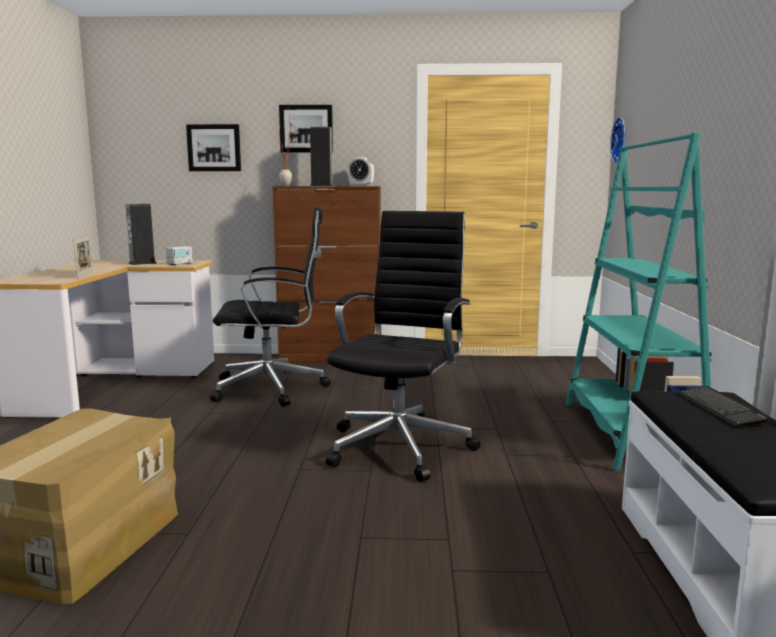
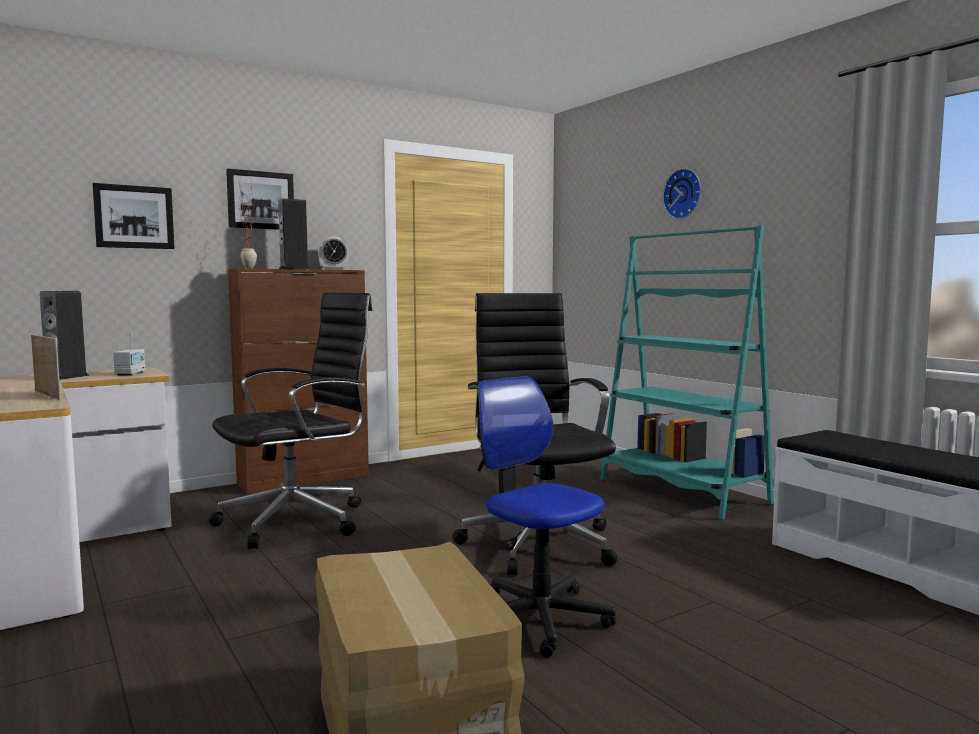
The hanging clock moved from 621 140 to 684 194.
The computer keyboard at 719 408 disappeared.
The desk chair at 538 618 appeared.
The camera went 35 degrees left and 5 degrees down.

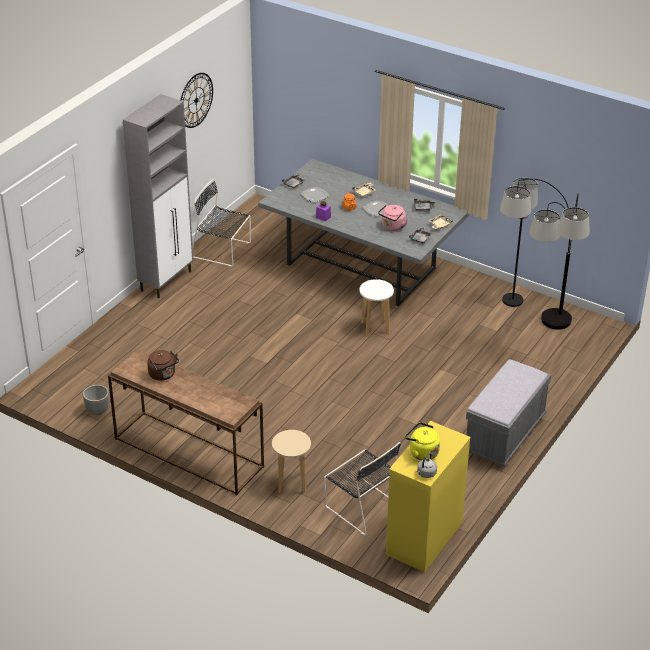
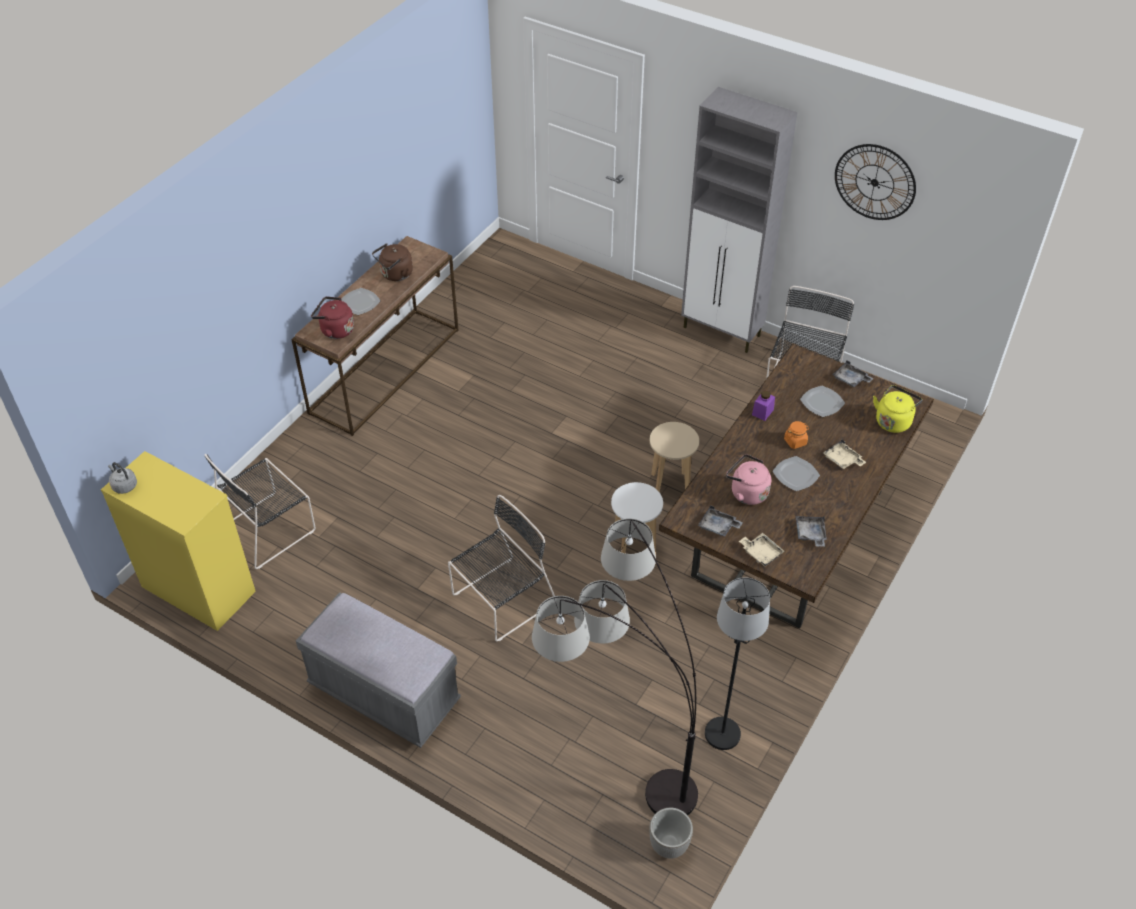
The gray dining table at 362 267 became the brown dining table at 787 534.
The plant pot moved from 97 411 to 669 844.
The yellow tea kettle moved from 422 452 to 893 420.
The sand-coloured stool seat moved from 291 483 to 670 485.
The plate at 360 302 appeared.
The reddish tea kettle at 335 330 appeared.
The black-coloured chair at 501 600 appeared.
The camera went 90 degrees right and 10 degrees up.

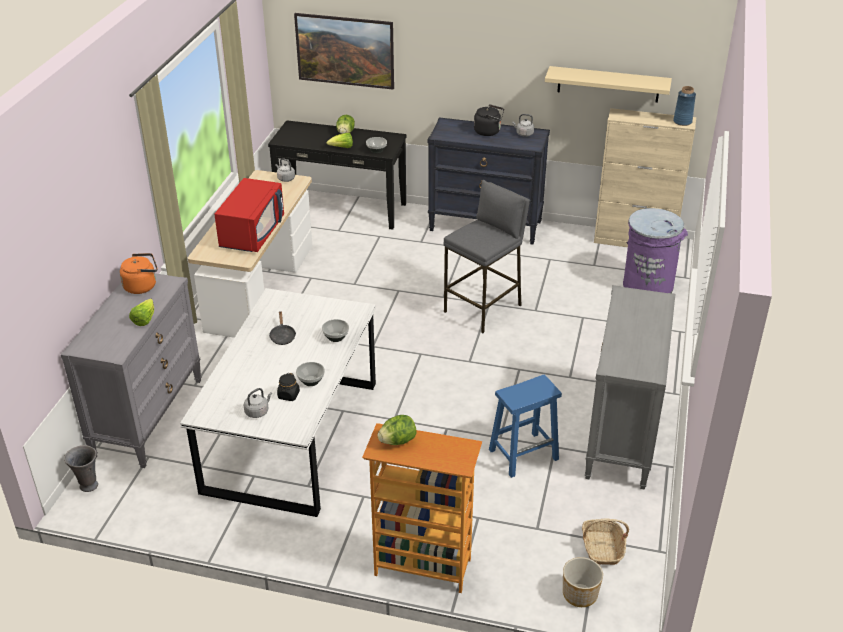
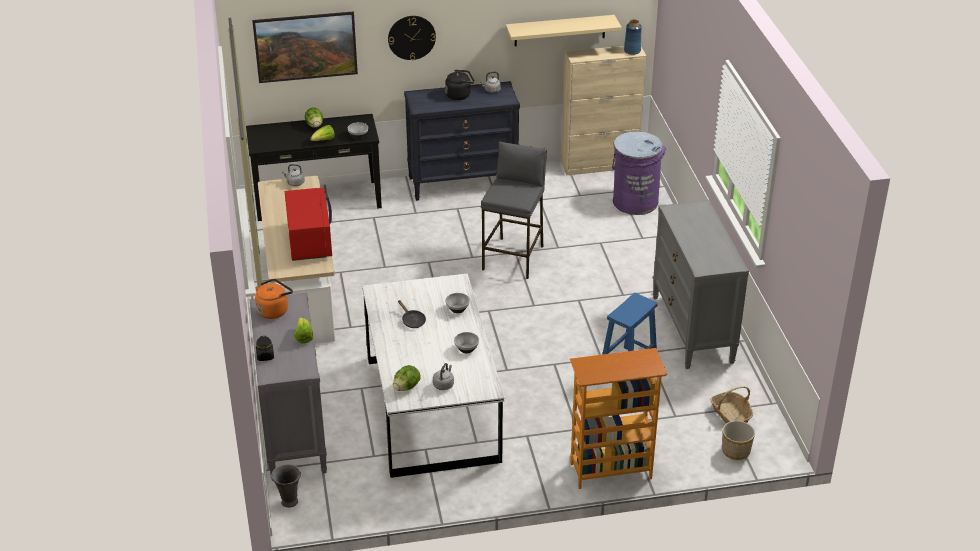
The black-coloured storage jar moved from 288 395 to 265 356.
The lettuce moved from 398 441 to 406 387.
The hanging clock at 411 37 appeared.
The camera went 25 degrees left and 0 degrees up.

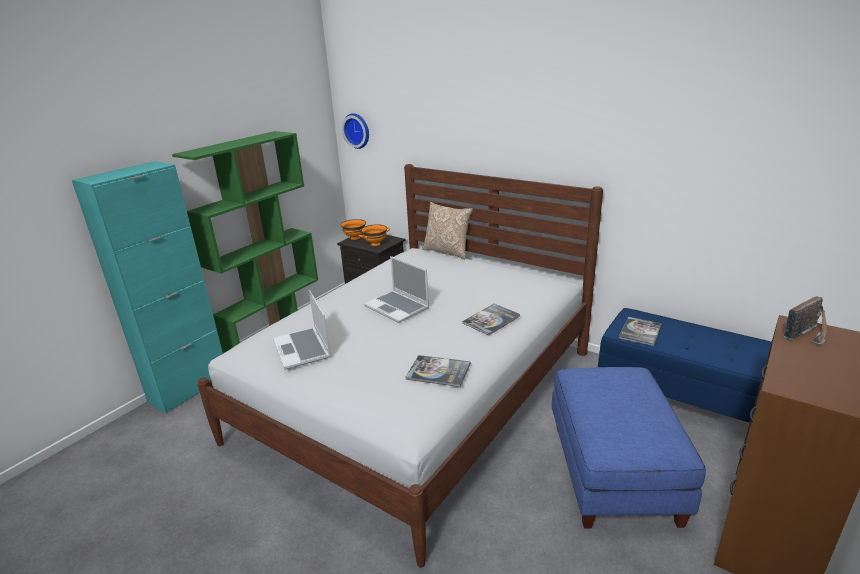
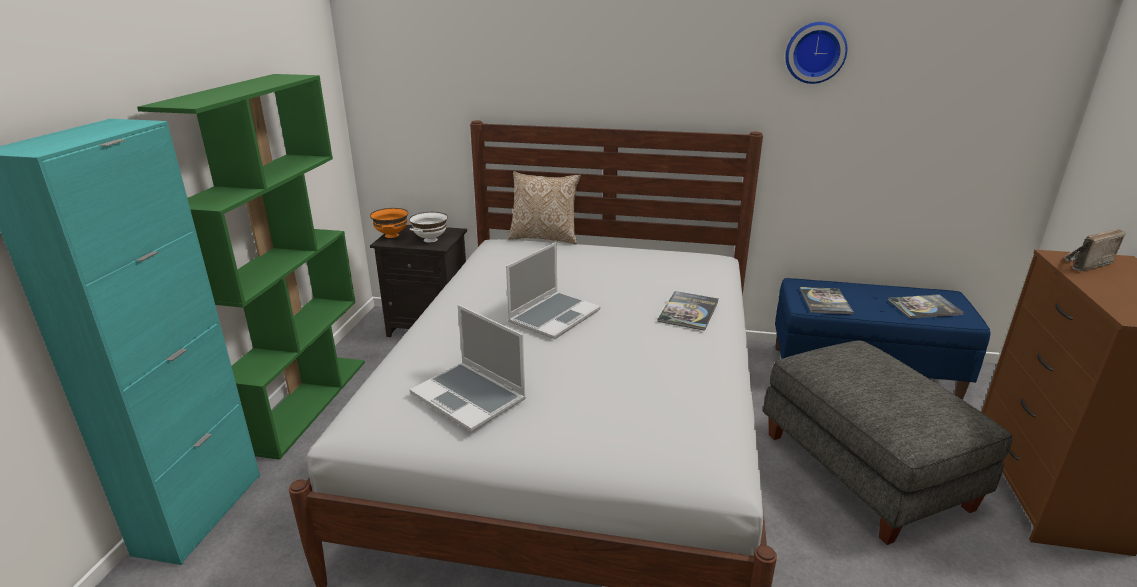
The hanging clock moved from 357 130 to 815 52.
The orangey deep dish at 375 244 became the whitish deep dish at 430 240.
The laptop at 398 307 turned 75 degrees counterclockwise.
The radio at 808 334 turned 150 degrees counterclockwise.
The book moved from 438 371 to 924 307.
The blue pouffe at 614 472 became the gray pouffe at 866 470.
The camera went 25 degrees left and 0 degrees up.

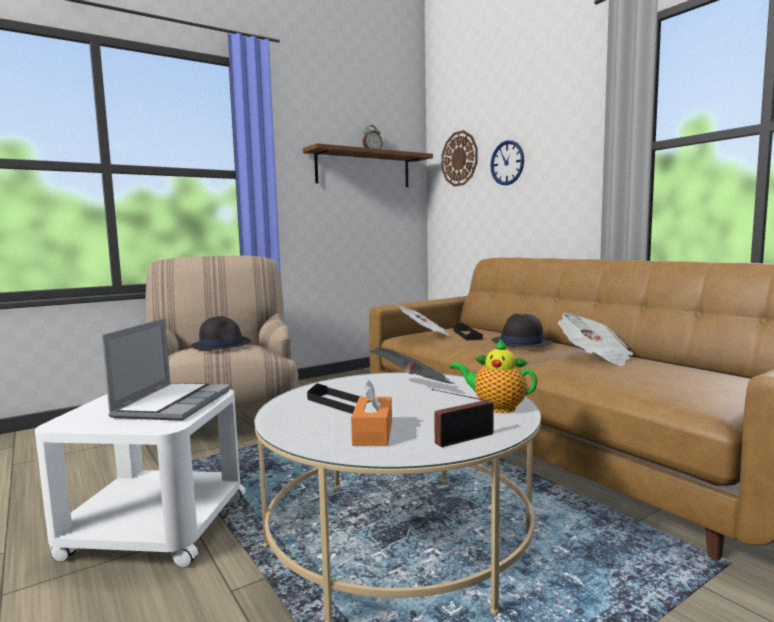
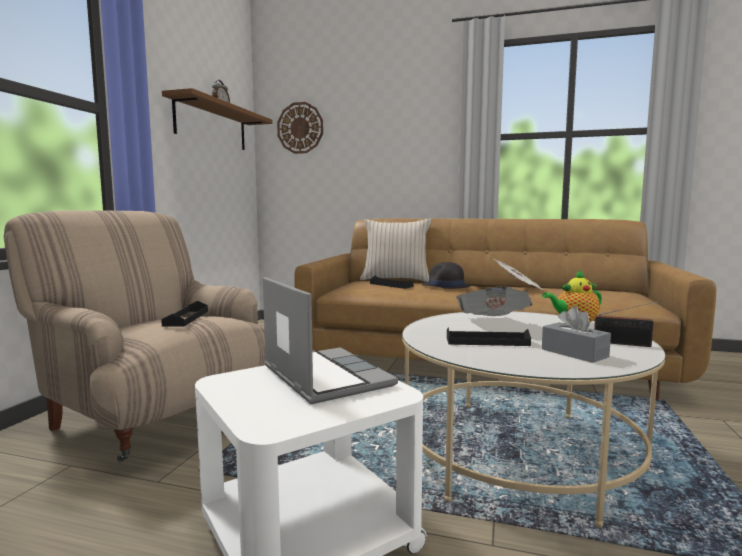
The hanging clock at 507 163 disappeared.
The printed paper at 425 336 disappeared.
The black-coloured clothing hat at 221 345 was replaced by the black-coloured tray at 186 318.
The orangey tissue holder at 373 433 became the gray tissue holder at 574 353.
The radio at 461 439 turned 90 degrees counterclockwise.
The sand-coloured throw pillow at 395 280 appeared.
The camera went 40 degrees left and 0 degrees up.

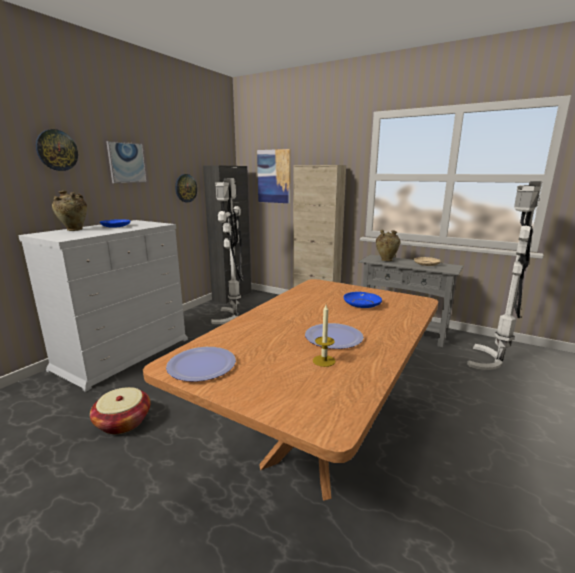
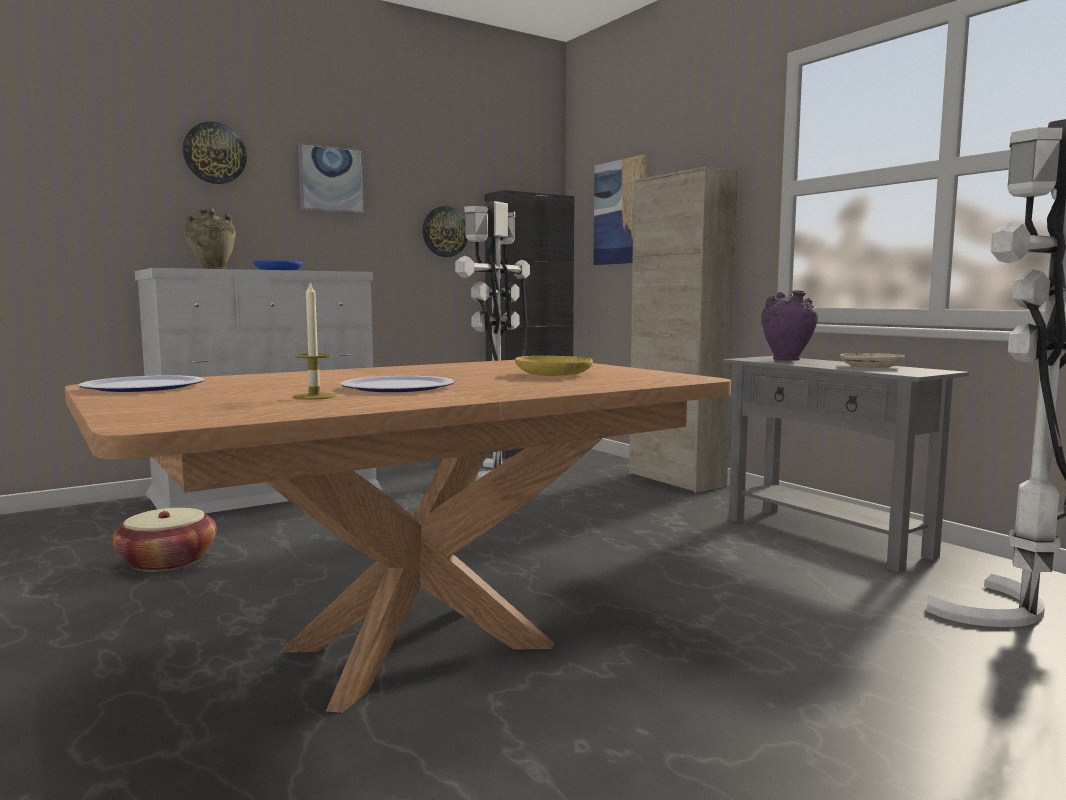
The sand-coloured flower vase at 386 260 became the purple flower vase at 787 360.
The blue plate at 362 304 became the yellow plate at 553 374.
The camera went 25 degrees right and 10 degrees down.

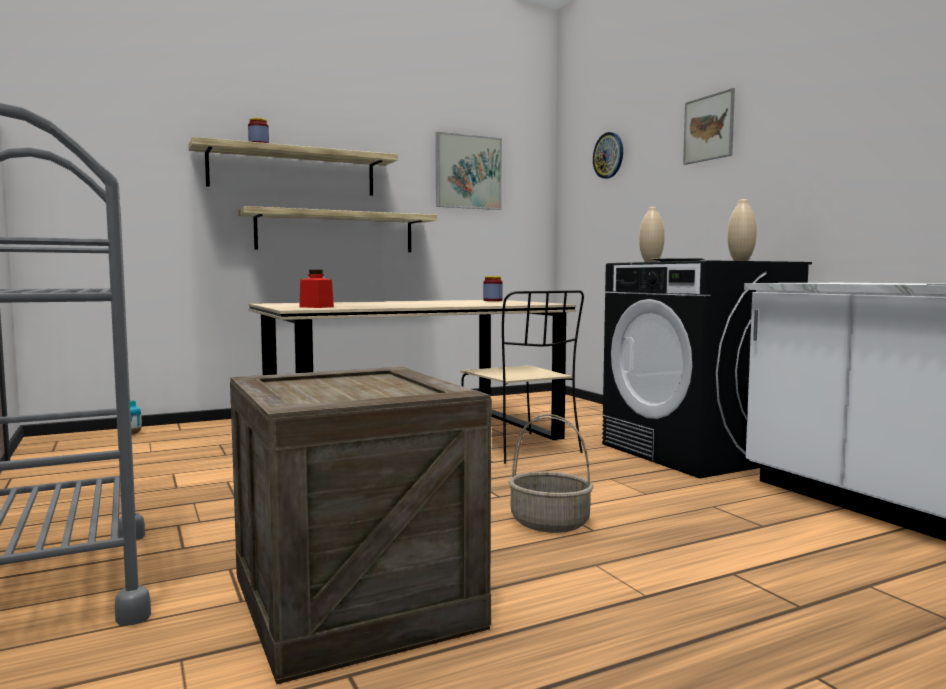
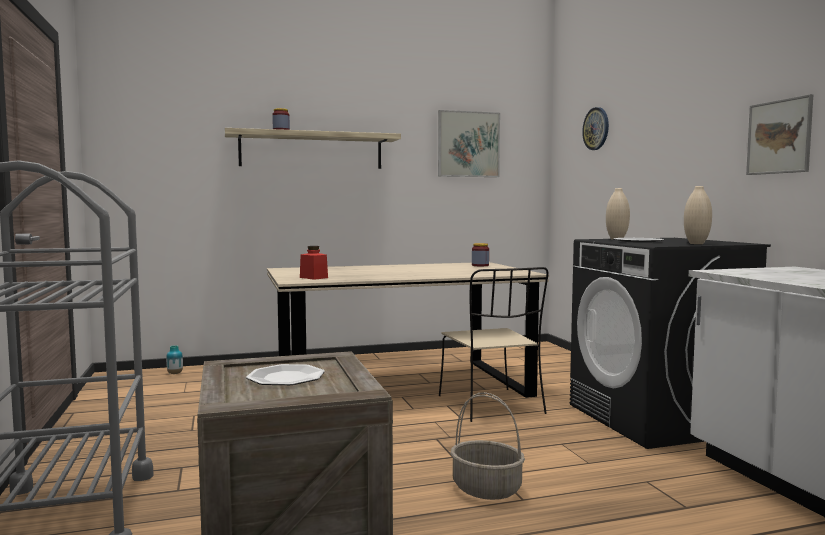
The wall art moved from 708 128 to 779 137.
The shelf at 336 232 disappeared.
The plate at 285 378 appeared.
The camera went 10 degrees right and 0 degrees up.

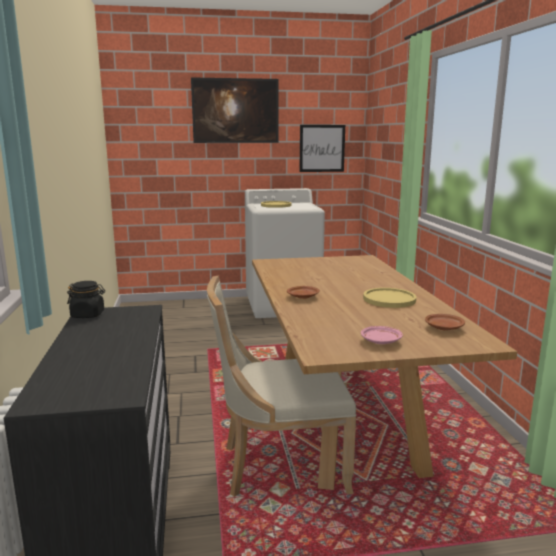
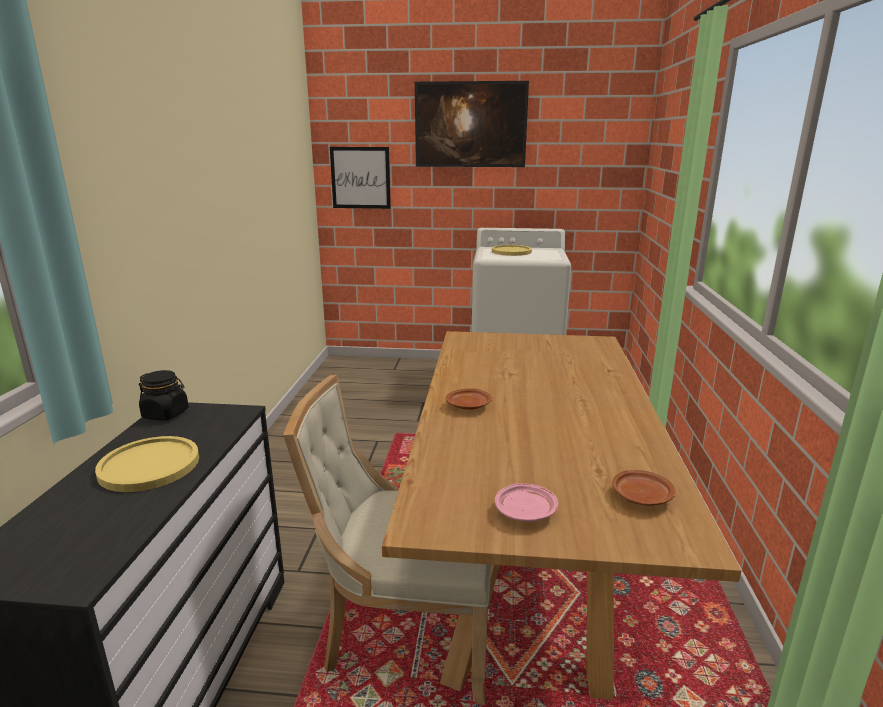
The wall art moved from 322 148 to 360 178.
The yellow plate moved from 389 299 to 149 465.
The camera went 15 degrees right and 5 degrees up.

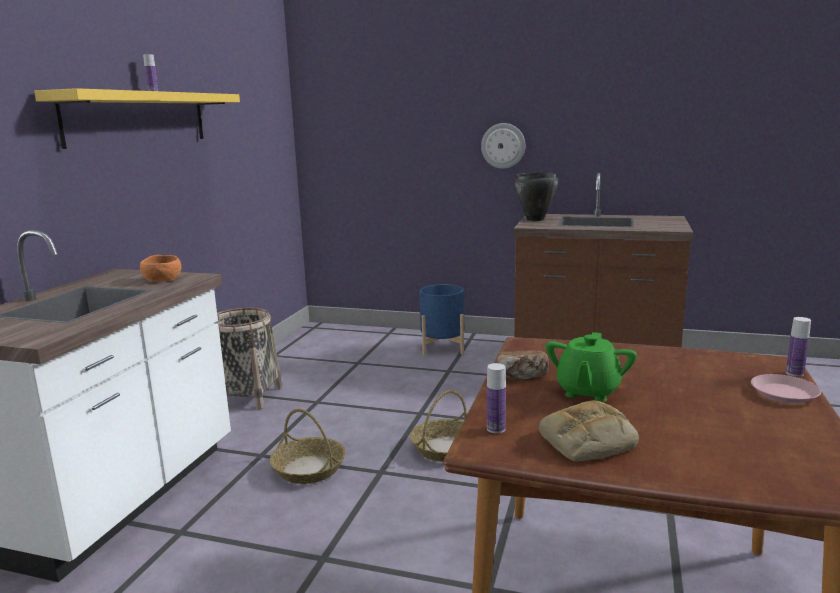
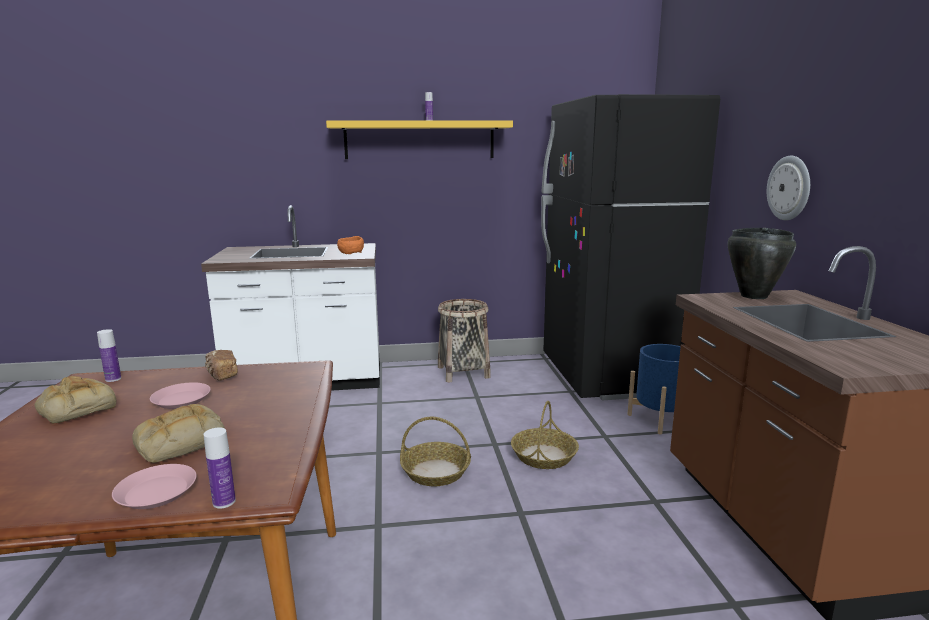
The green teapot at 587 391 was replaced by the pink plate at 181 400.
The storage basket moved from 309 469 to 544 456.
The black-coloured refrigerator at 609 376 appeared.
The baked bread at 179 442 appeared.
The camera went 65 degrees right and 0 degrees up.

